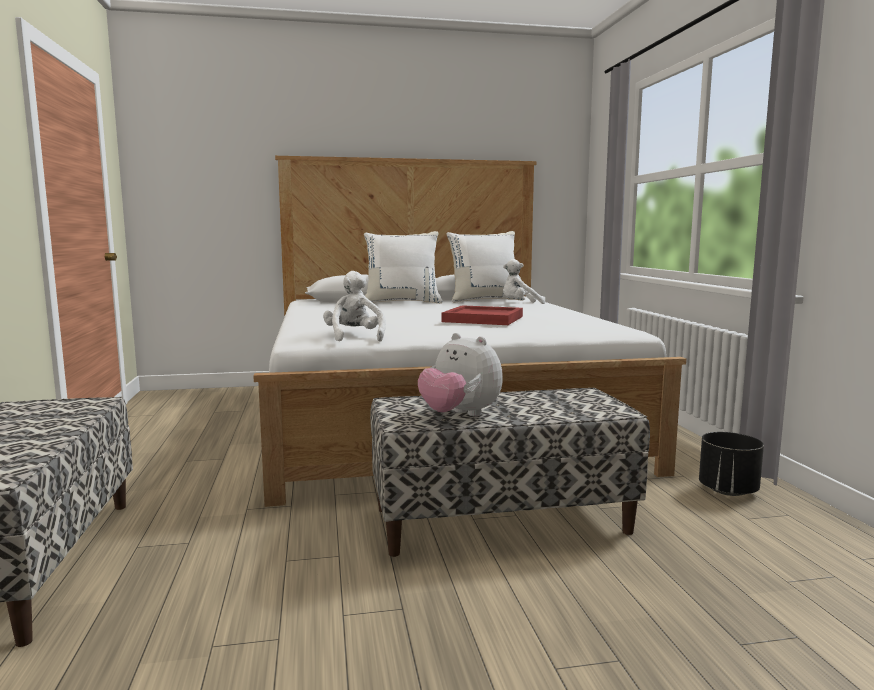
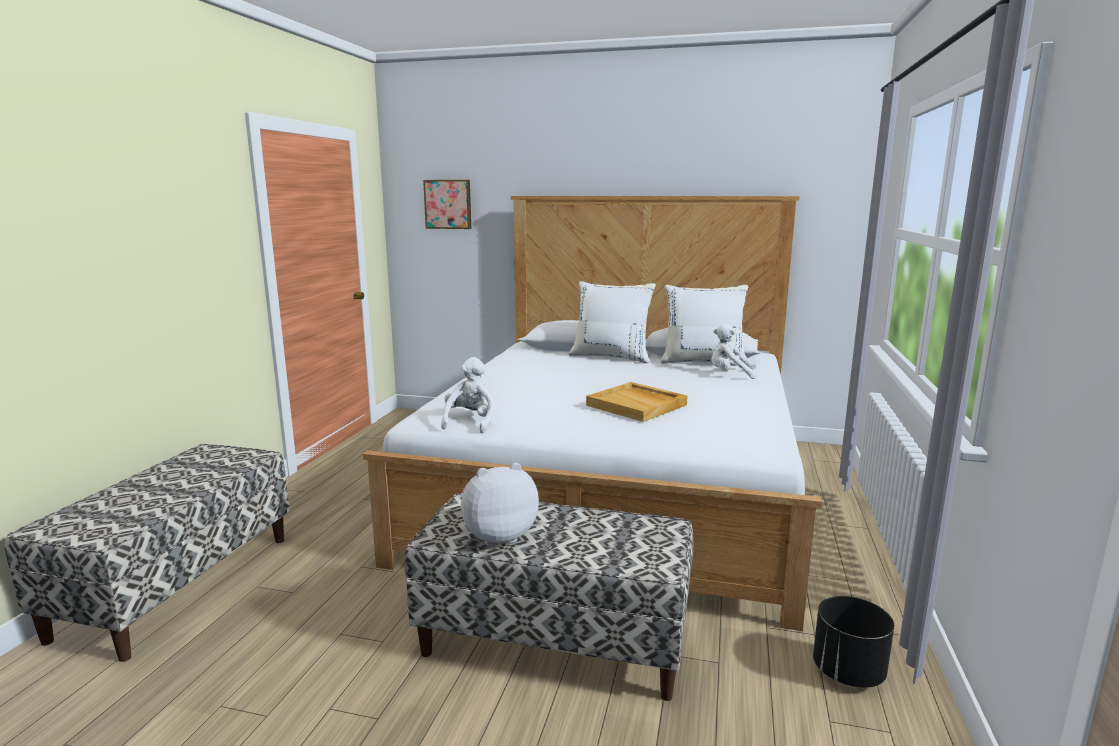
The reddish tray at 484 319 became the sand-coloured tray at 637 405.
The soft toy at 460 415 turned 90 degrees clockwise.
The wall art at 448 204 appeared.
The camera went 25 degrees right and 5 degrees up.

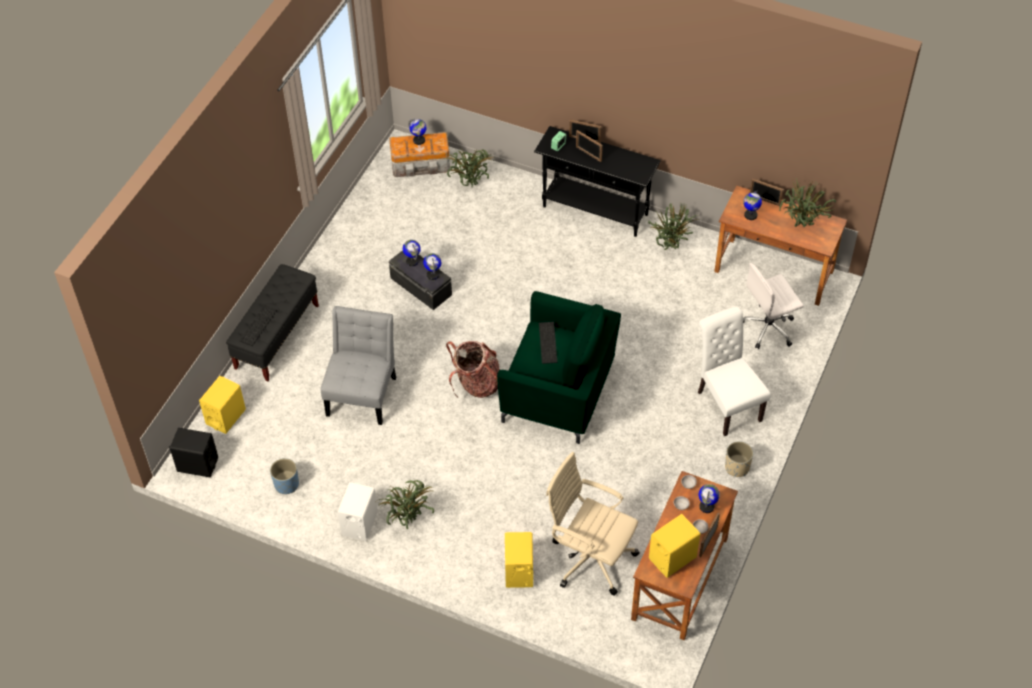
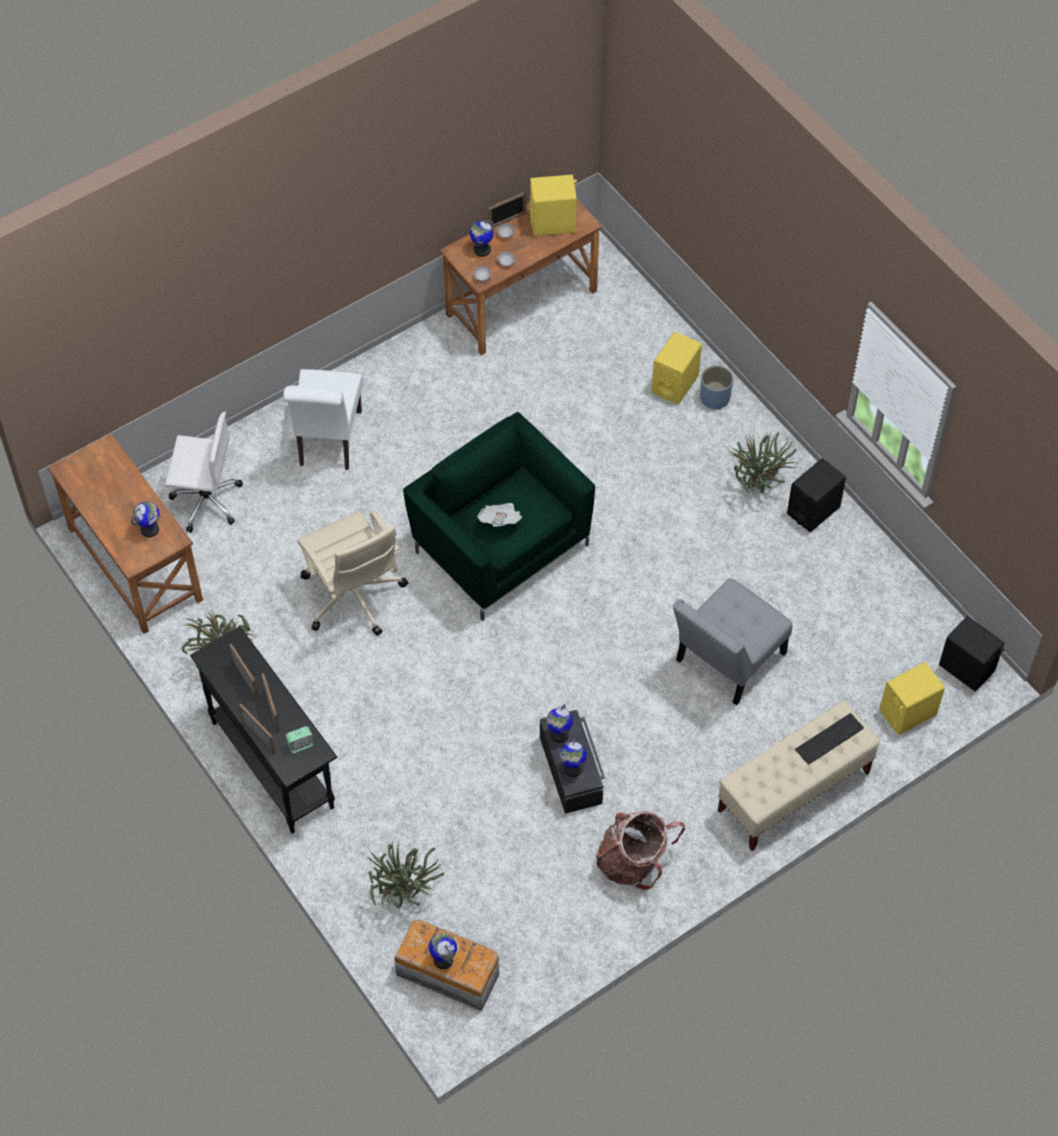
The standing frame moved from 764 200 to 245 680.
The houseplant at 801 227 disappeared.
The black-coloured bench at 277 337 became the sand-coloured bench at 793 792.
The computer keyboard at 549 343 was replaced by the printed paper at 500 521.
The backpack moved from 476 384 to 634 862.
The sand-coloured plant pot at 737 467 disappeared.
The sand-coloured desk chair moved from 590 557 to 354 598.
The blue plant pot moved from 286 484 to 715 398.
The whitish audio speaker at 359 523 became the black-coloured audio speaker at 813 510.
The camera went 150 degrees left and 5 degrees up.

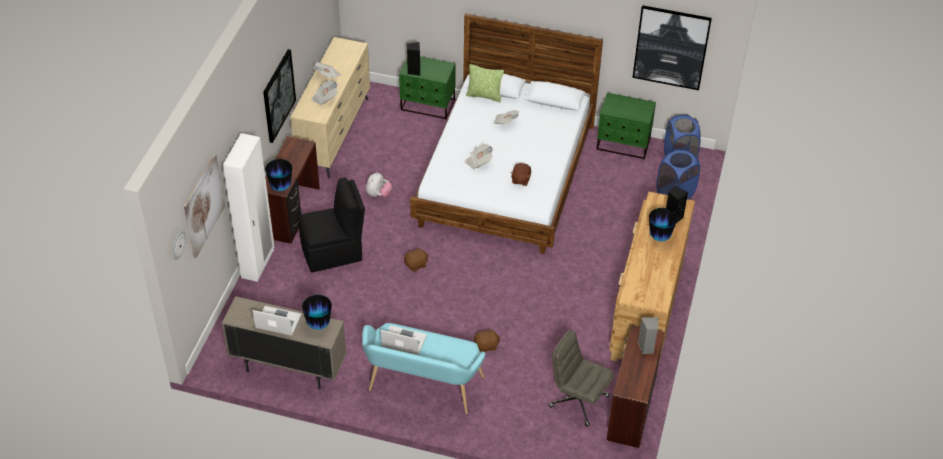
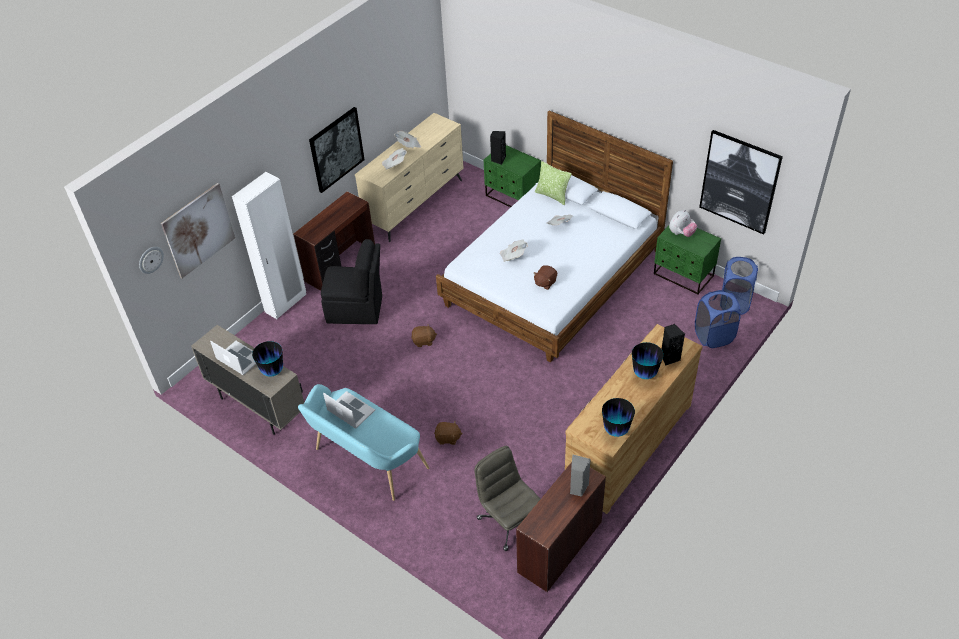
The flower vase moved from 281 187 to 616 430.
The soft toy moved from 378 194 to 681 233.
The camera went 25 degrees right and 0 degrees up.

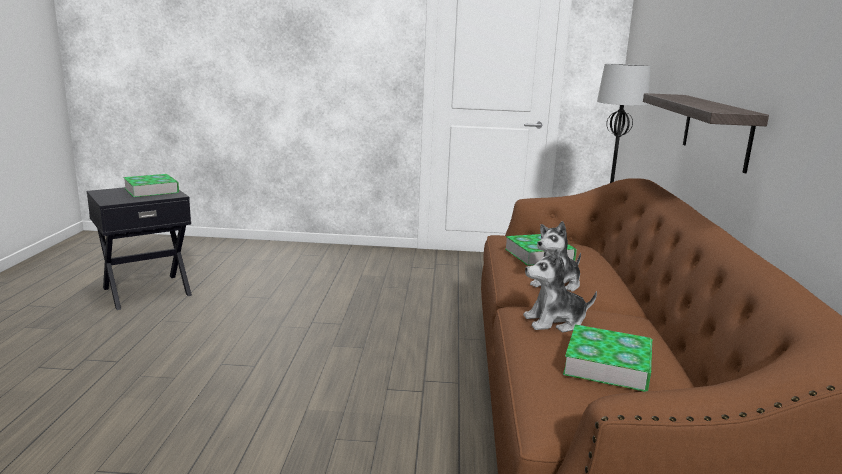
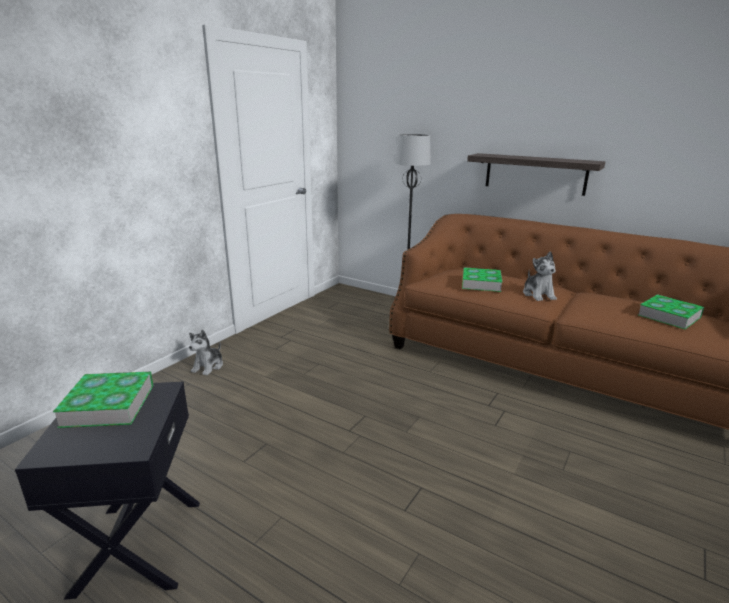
The soft toy moved from 555 322 to 208 366.
The camera went 60 degrees left and 5 degrees up.

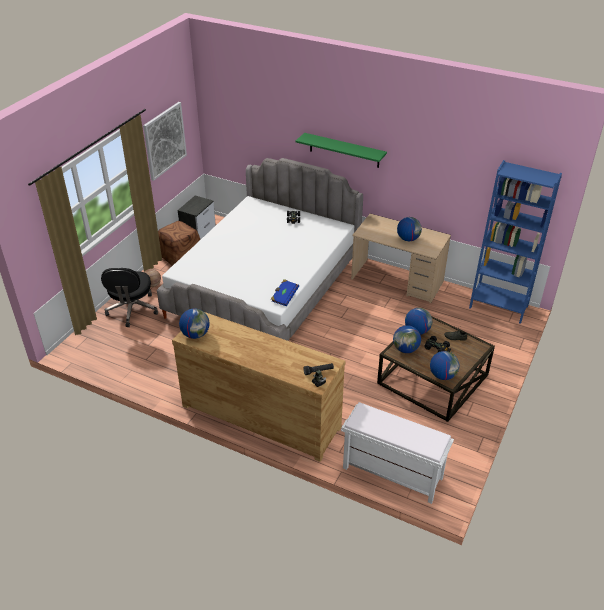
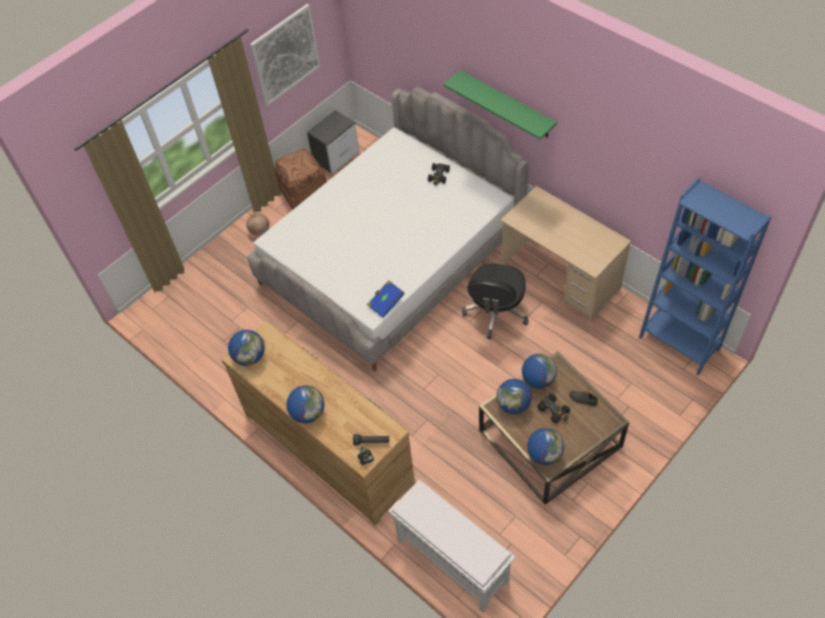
The globe moved from 408 239 to 308 413.
The black-coloured desk chair moved from 132 310 to 496 312.
The camera went 20 degrees right and 15 degrees up.

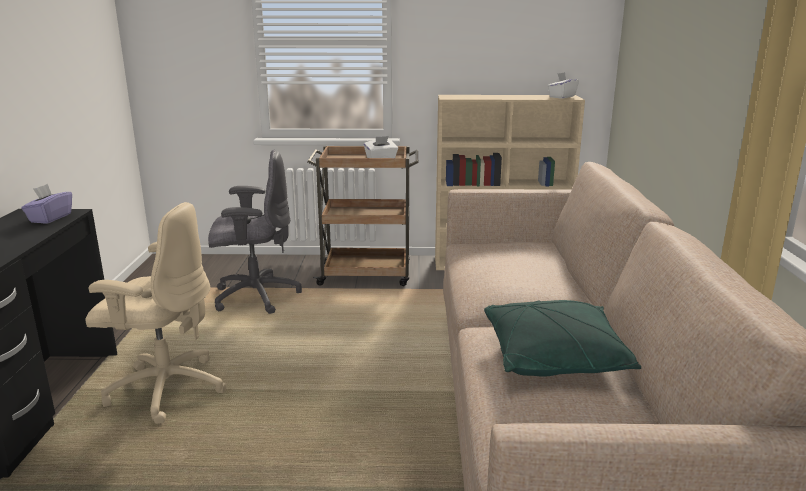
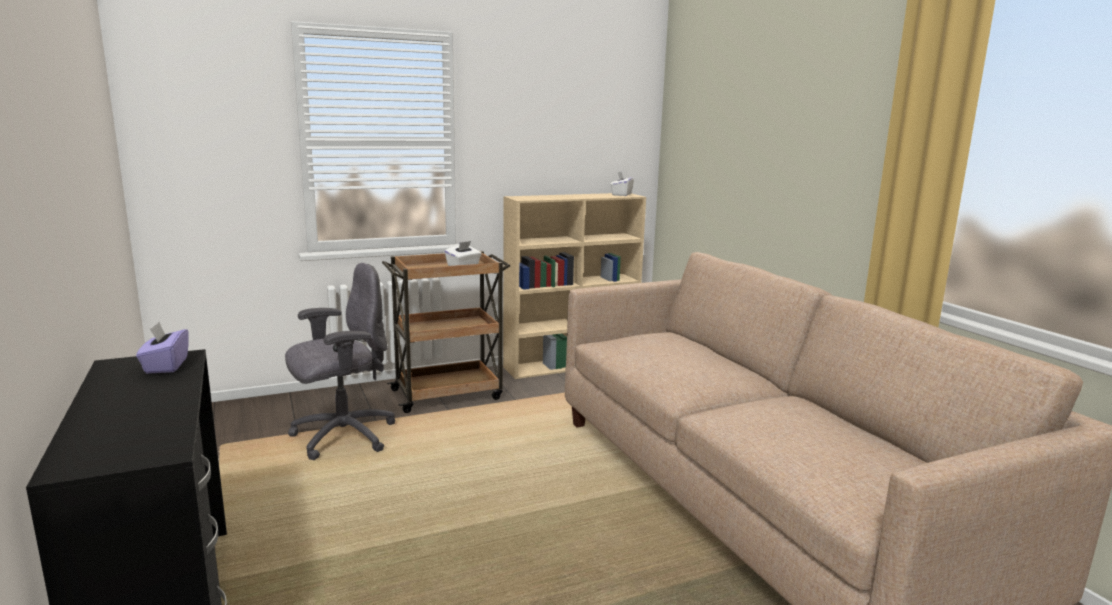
The sand-coloured desk chair at 166 388 disappeared.
The green throw pillow at 555 357 disappeared.
The camera went 25 degrees left and 5 degrees down.

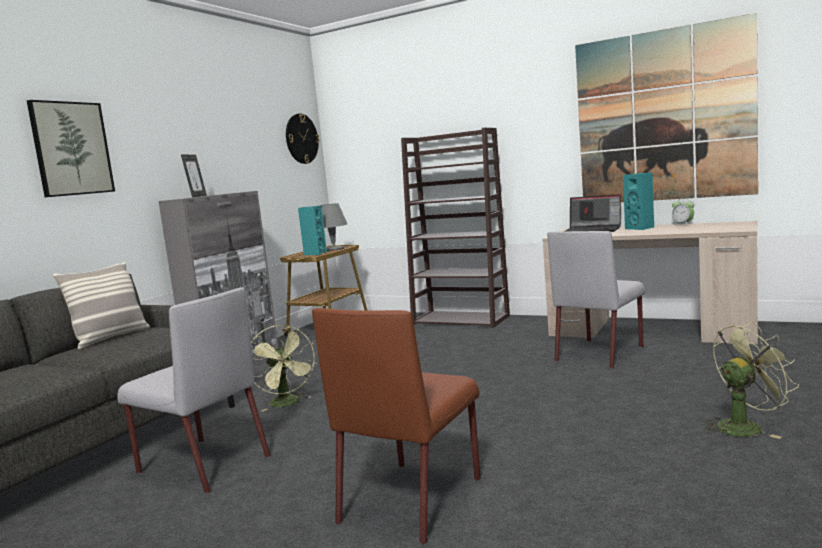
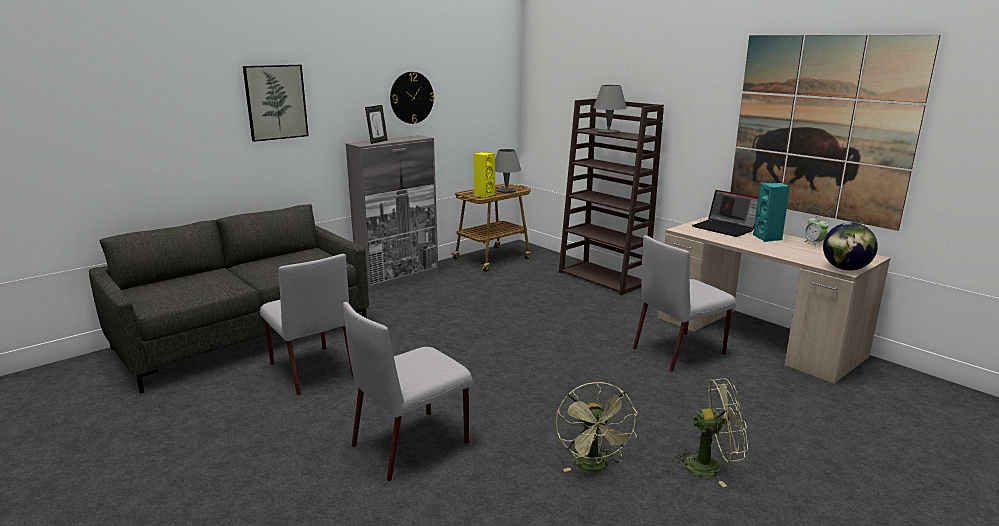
The hanging clock moved from 301 138 to 411 97.
The turquoise audio speaker at 315 253 became the yellow audio speaker at 484 195.
The throw pillow at 110 338 disappeared.
The brown chair at 412 498 became the gray chair at 412 444.
The green electric fan moved from 288 404 to 594 467.
The gray lamp for a table at 608 132 appeared.
The globe at 845 269 appeared.
The camera went 20 degrees right and 10 degrees up.

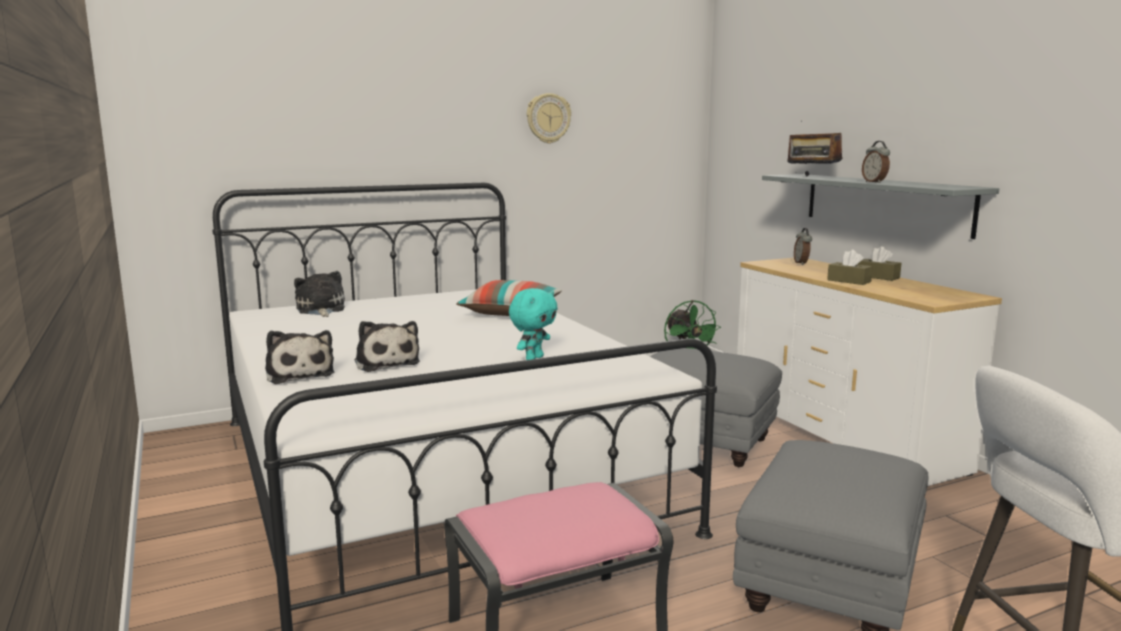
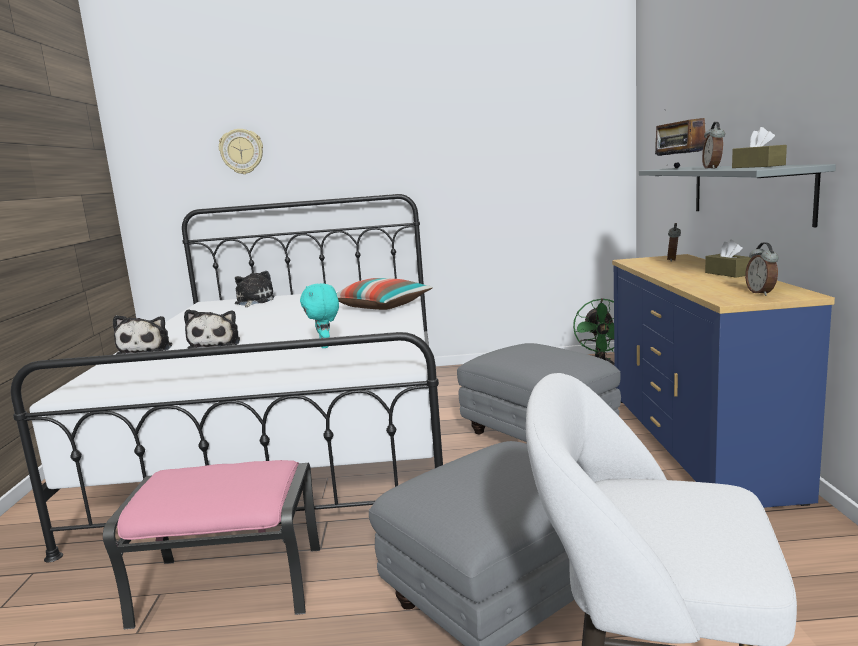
The hanging clock moved from 548 118 to 241 151.
The brown tissue holder moved from 849 281 to 758 166.
The whitish drawer chest at 842 435 became the blue drawer chest at 697 443.
The turquoise soft toy at 533 358 turned 105 degrees clockwise.
The table clock at 761 293 appeared.
The camera went 25 degrees right and 0 degrees up.

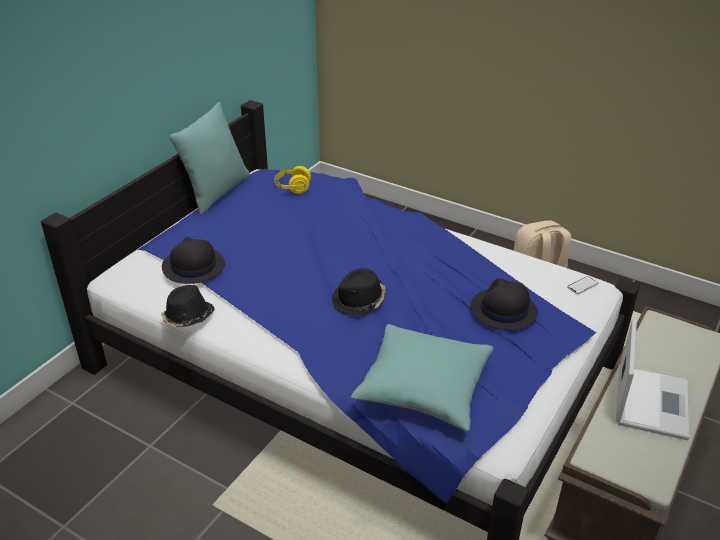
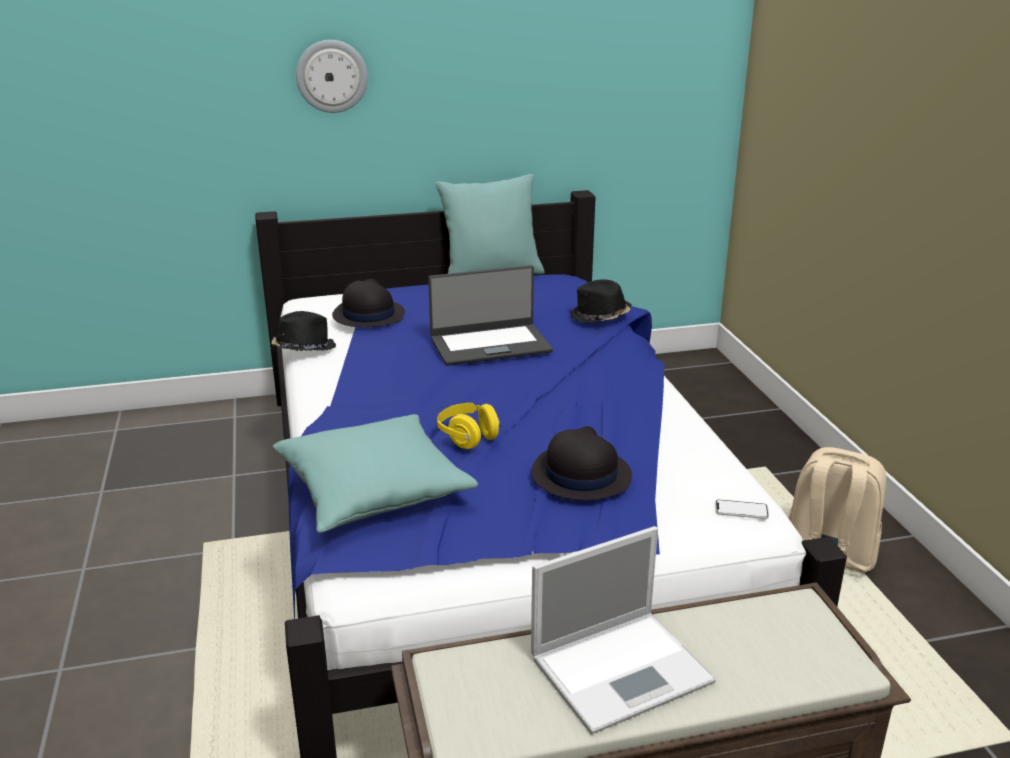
The yellow headset moved from 292 188 to 468 437.
The black-coloured clothing hat moved from 359 301 to 600 316.
The hanging clock at 331 76 appeared.
The laptop at 490 344 appeared.
The camera went 45 degrees right and 10 degrees down.

